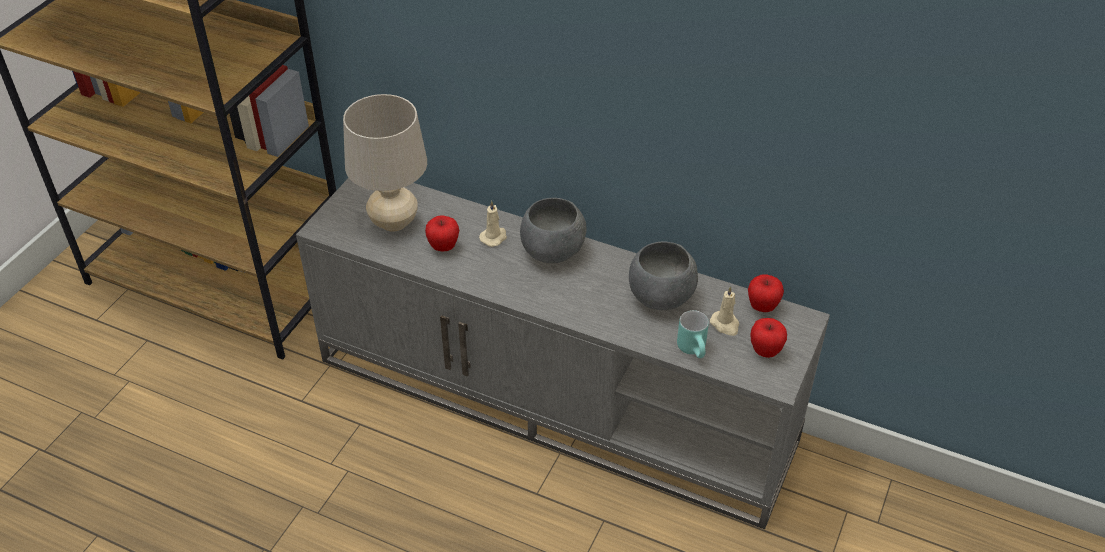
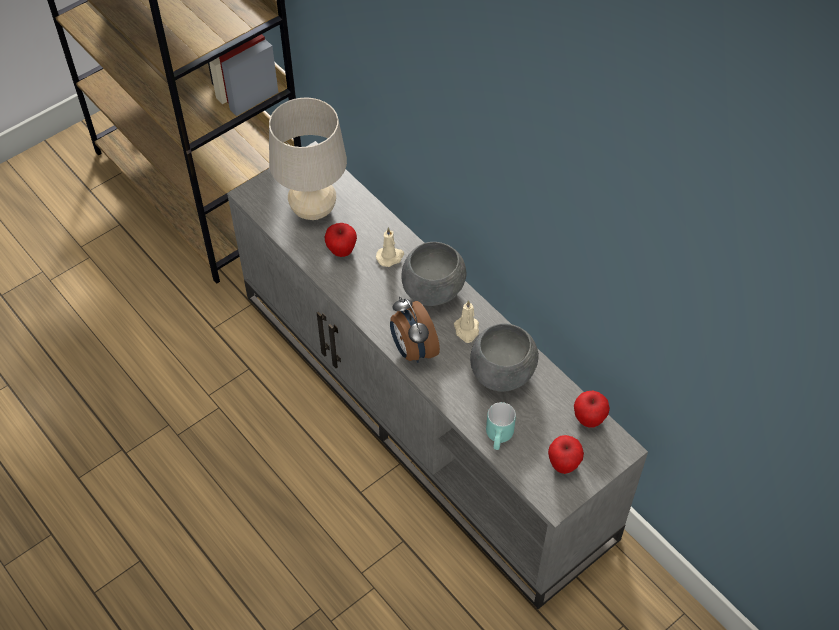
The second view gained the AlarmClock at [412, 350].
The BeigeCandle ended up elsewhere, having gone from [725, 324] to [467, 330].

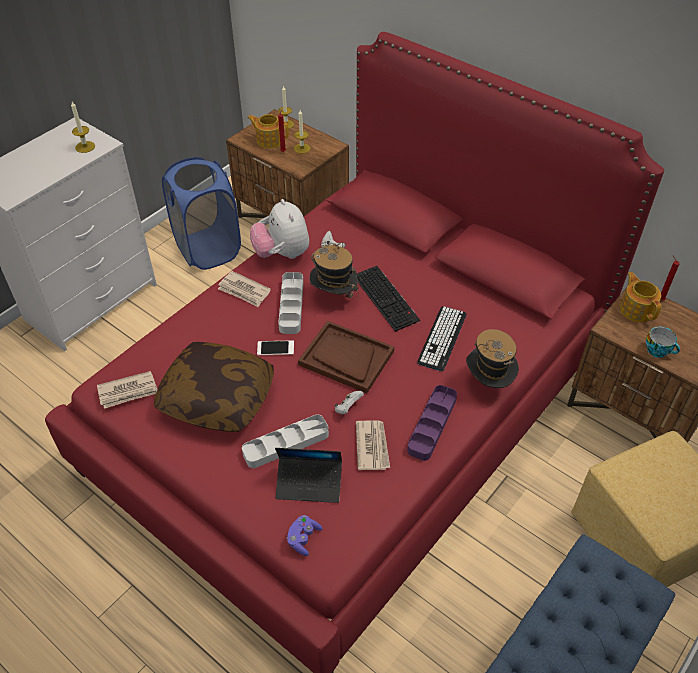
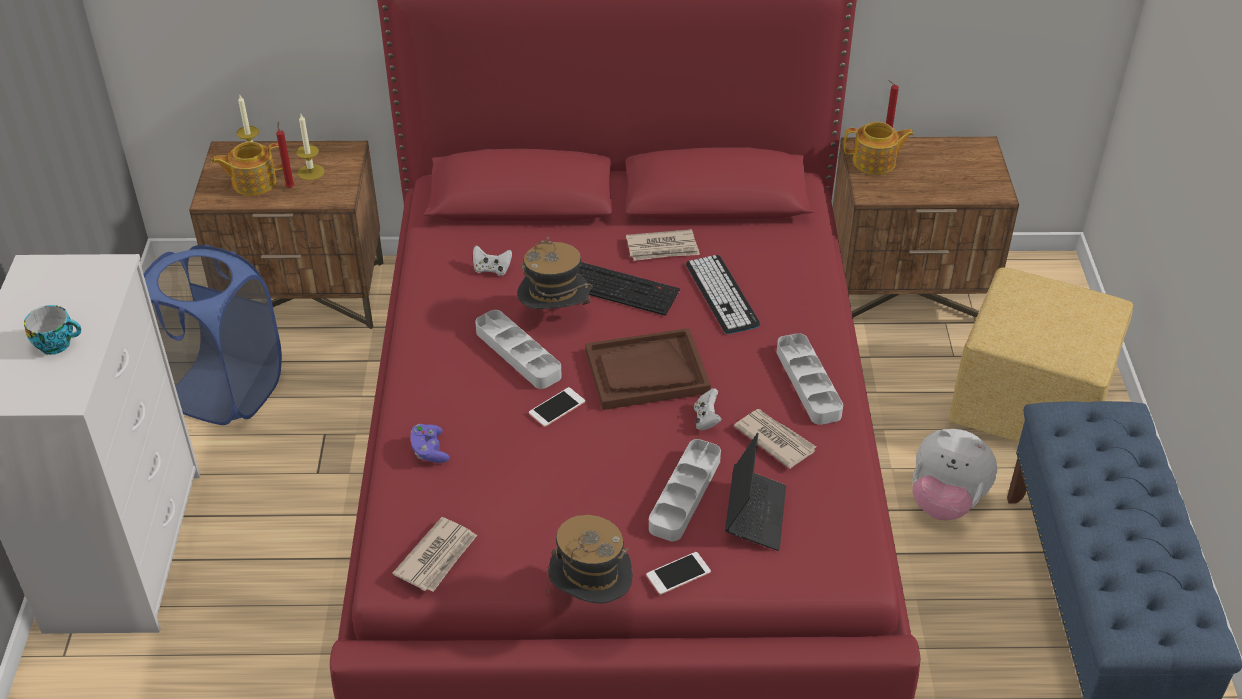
The second view lost the Candle at [85, 147].
The second view lost the Pillow at [217, 398].
The second view gained the Phone at [678, 574].
The Newspaper ended up elsewhere, having gone from [244, 291] to [663, 248].
The PlushToy ended up elsewhere, having gone from [282, 254] to [945, 502].
The PurpleGameController ended up elsewhere, having gone from [303, 538] to [429, 451].
The Hat ended up elsewhere, having gone from [488, 383] to [590, 598].
The Cup ended up elsewhere, having gone from [658, 350] to [57, 343].
What was the PurpleTray at [432, 425] turned into the GreyTray at [808, 383].
The Laptop at [309, 483] ended up facing another way, 45 degrees counterclockwise from before.
The Teapot at [636, 309] ended up facing another way, 150 degrees clockwise from before.

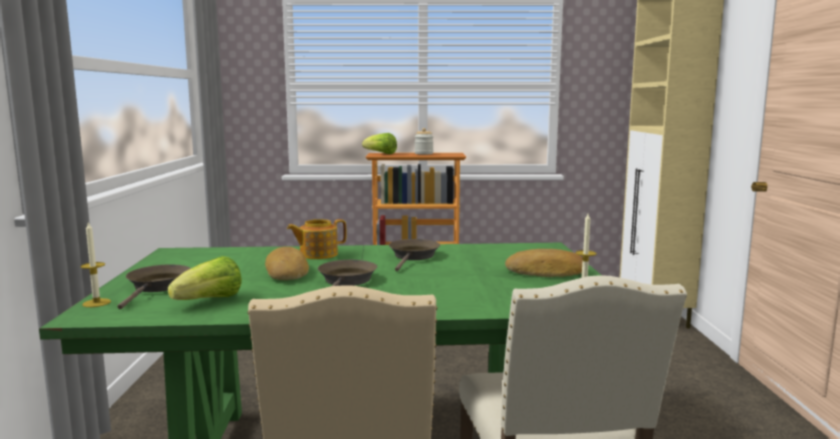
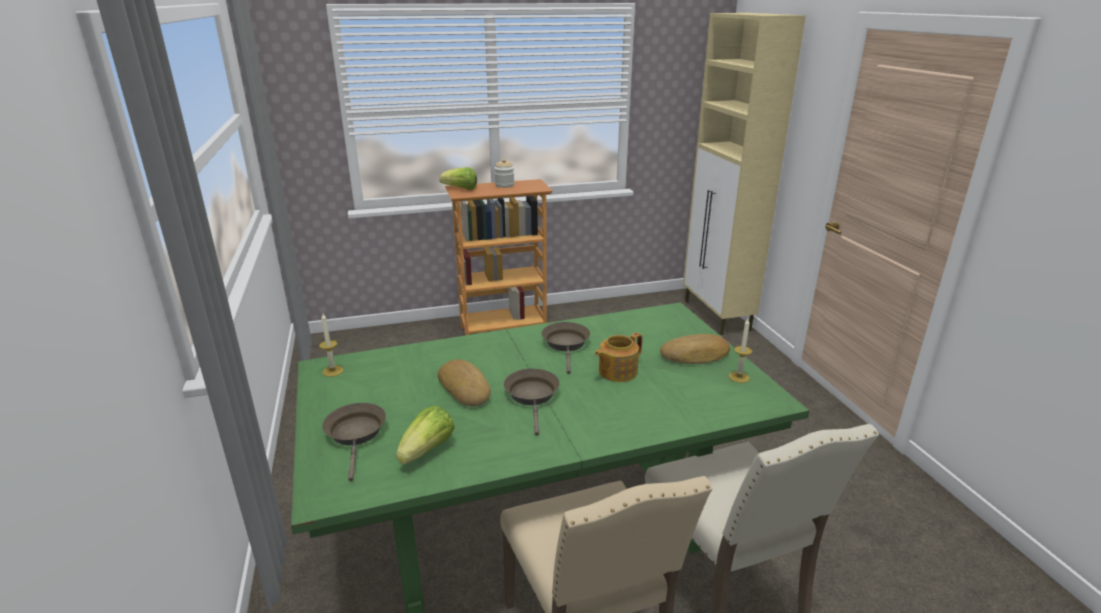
The Candle ended up elsewhere, having gone from [96, 303] to [333, 371].
The Teapot ended up elsewhere, having gone from [317, 254] to [616, 371].

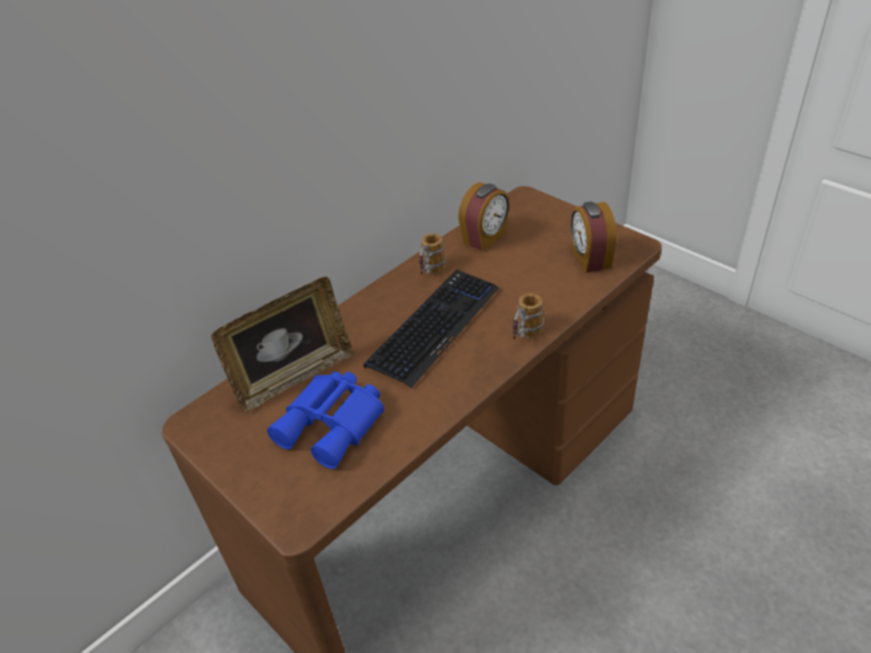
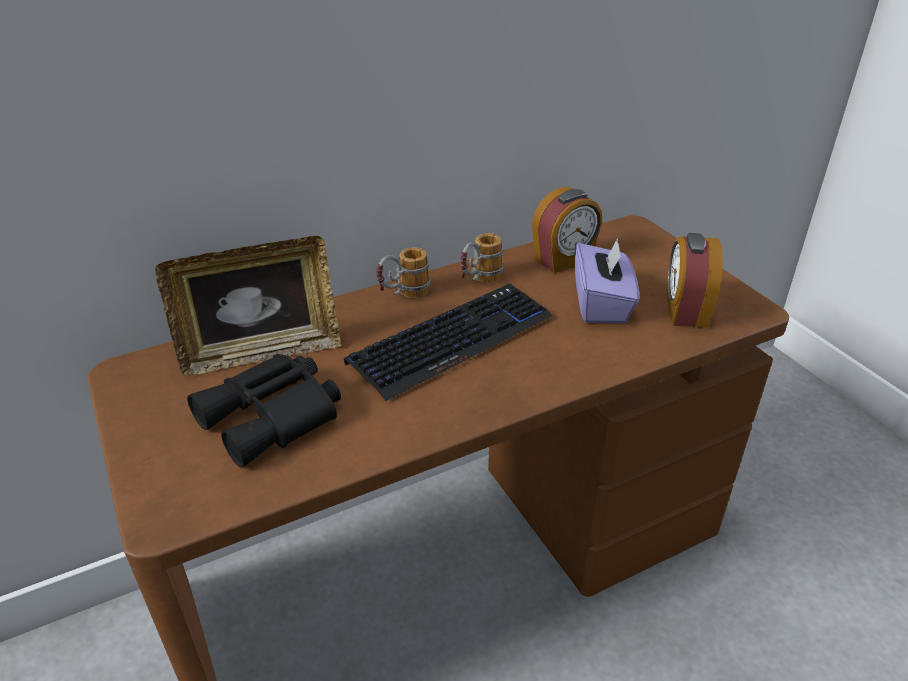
The second view gained the PurpleTissueBox at [602, 304].
The Mug ended up elsewhere, having gone from [524, 336] to [403, 296].
What was the BlueBinoculars at [334, 424] turned into the BlackBinoculars at [274, 417].

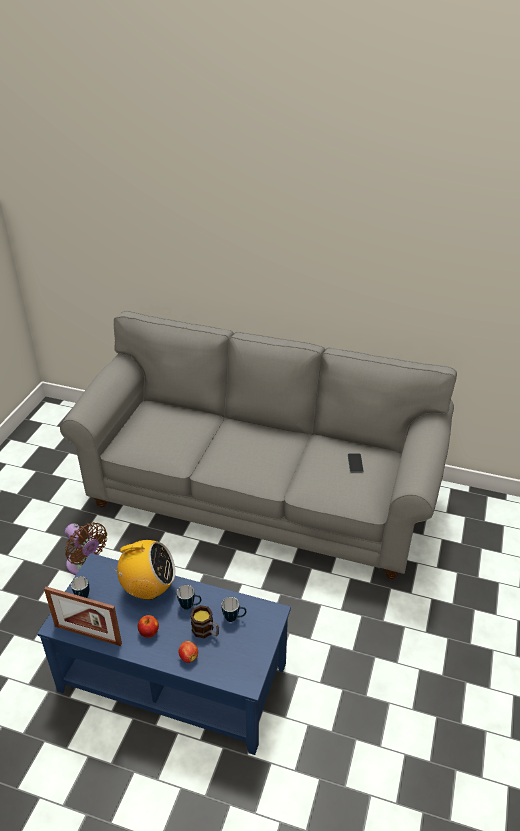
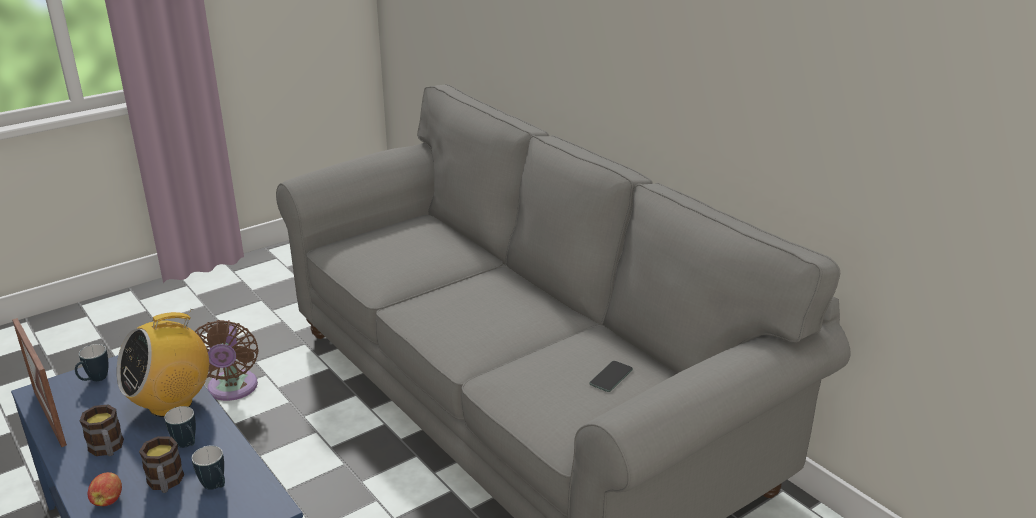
Where the Apple stood at [149, 632], the Mug came to stand at [107, 449].
The Radio at [148, 589] ended up facing another way, 105 degrees clockwise from before.

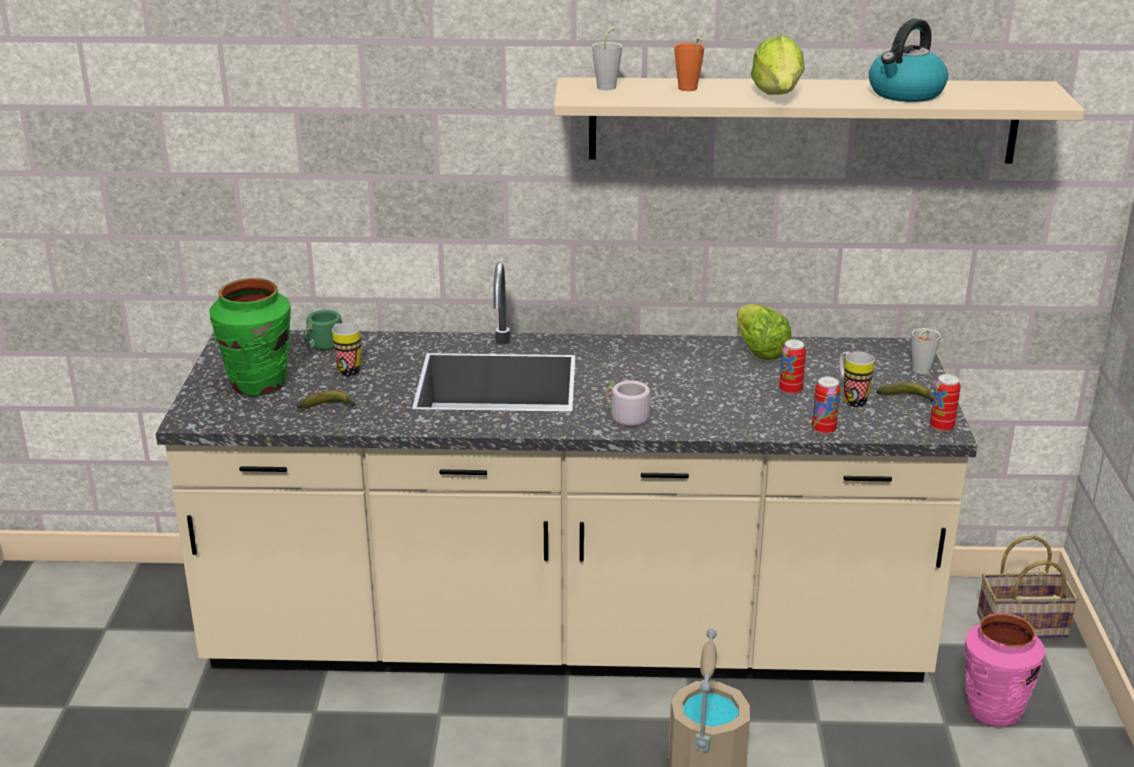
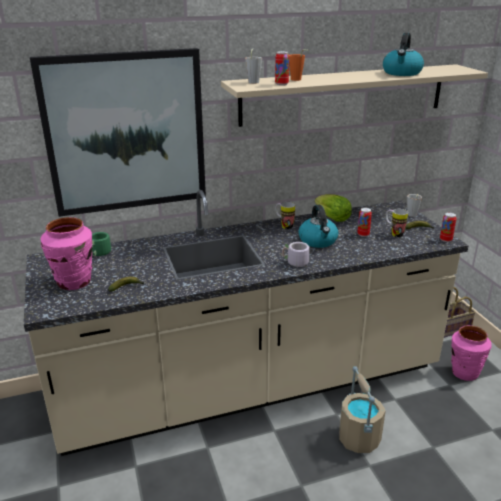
The second view lost the Lettuce at [778, 94].
The second view gained the Picture at [126, 133].
The second view gained the Kettle at [318, 241].
The Mug ended up elsewhere, having gone from [346, 369] to [284, 226].
The Can ended up elsewhere, having gone from [823, 430] to [281, 84].
What was the GreenVase at [259, 384] turned into the PinkVase at [74, 282].

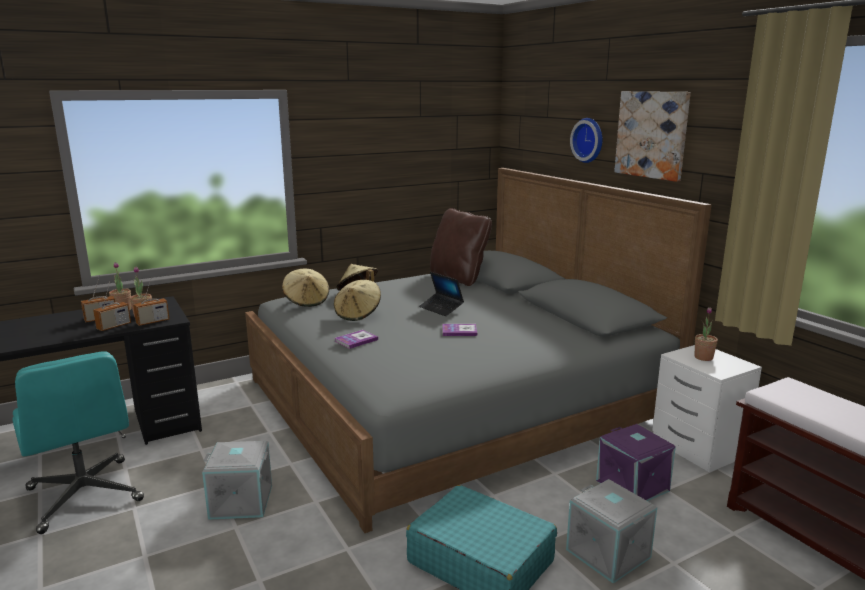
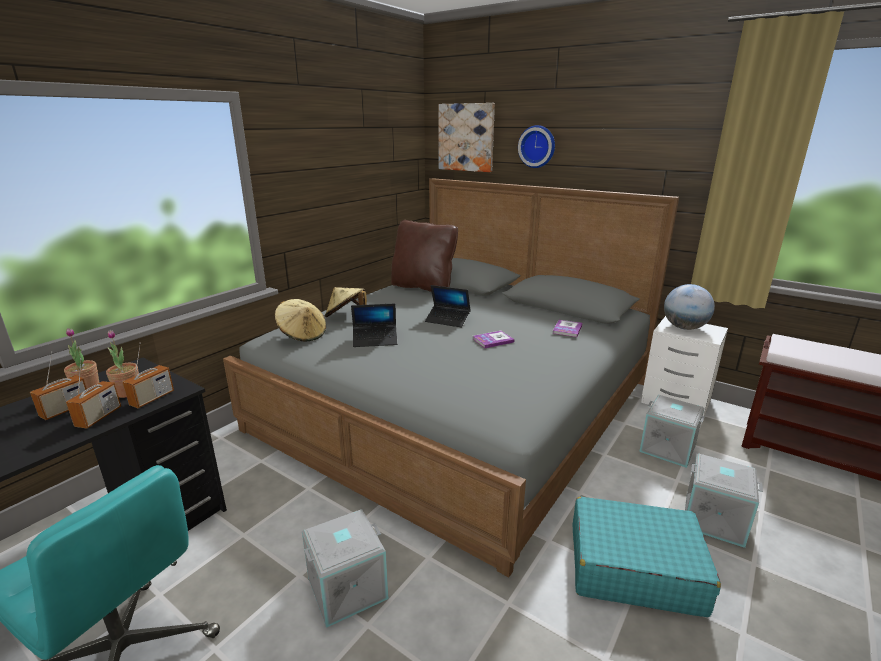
The Book ended up elsewhere, having gone from [356, 340] to [567, 329].
The Picture ended up elsewhere, having gone from [652, 134] to [466, 137].
Where the BeigeHat stood at [358, 314], the Laptop came to stand at [375, 340].
Where the PottedPlant stood at [703, 357], the Globe came to stand at [684, 328].
What was the PurpleStorageBox at [633, 485] turned into the GreyStorageBox at [668, 448].

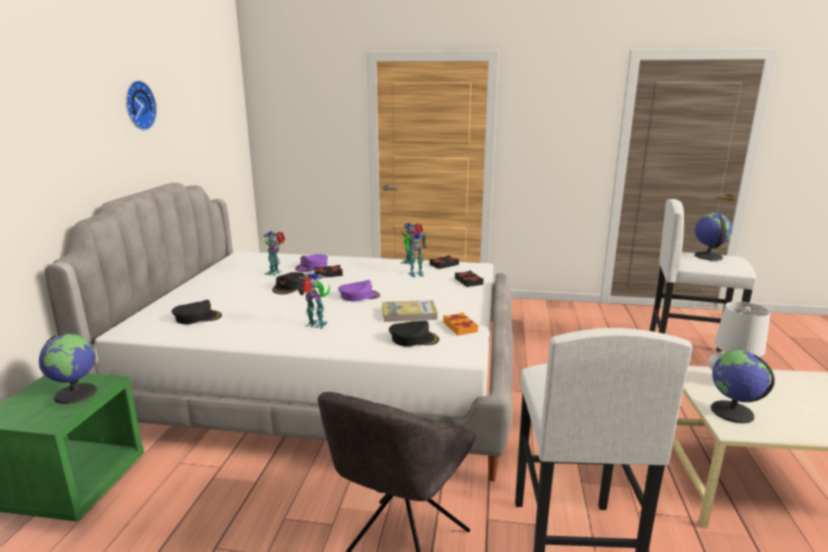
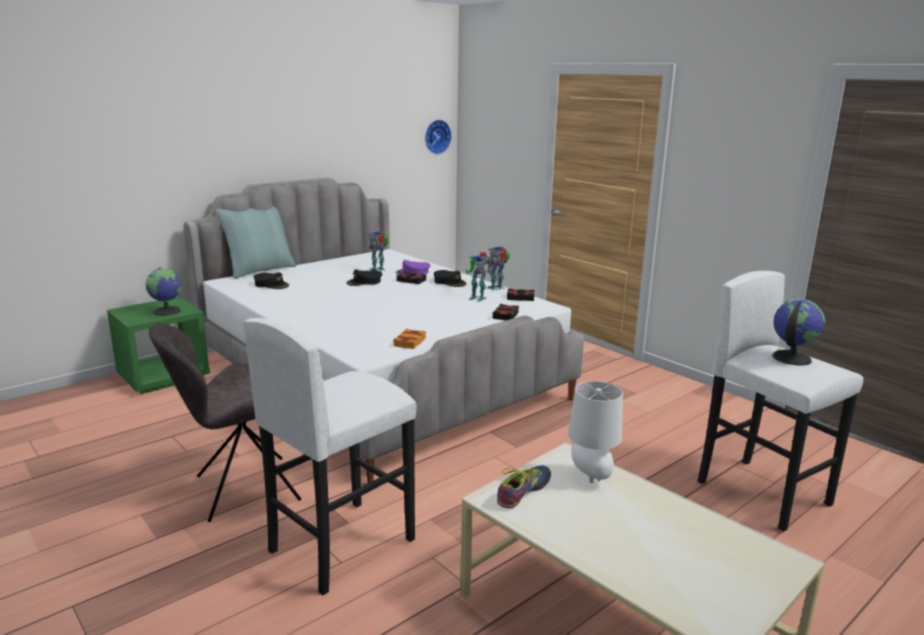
The second view lost the ToyRobot at [316, 325].
The second view lost the PurpleCap at [359, 296].
The second view lost the Book at [409, 314].
The second view gained the Pillow at [259, 270].
The WallClock ended up elsewhere, having gone from [138, 105] to [436, 136].
The BlackCap ended up elsewhere, having gone from [414, 339] to [449, 282].
Where the Globe stood at [732, 412], the Shoe came to stand at [523, 491].

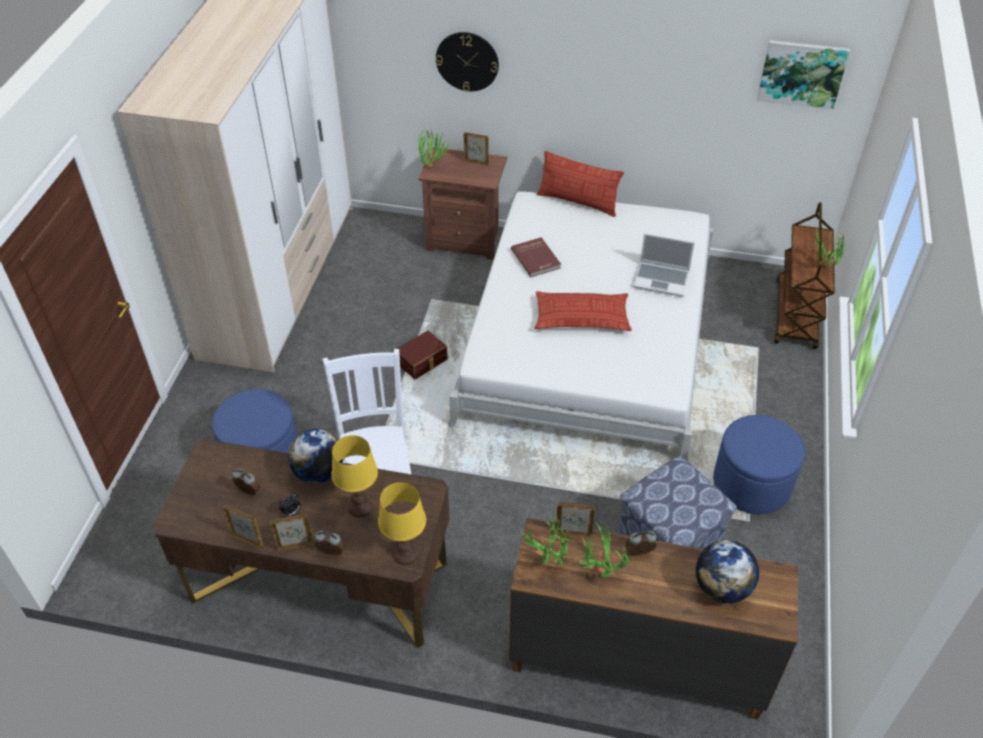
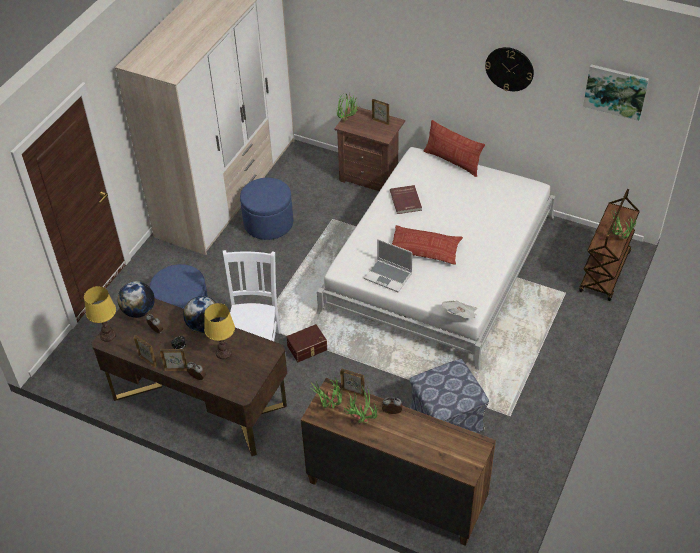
The second view gained the Newspaper at [460, 315].
The YellowTableLamp ended up elsewhere, having gone from [405, 554] to [108, 335].
The BrownStorageBox ended up elsewhere, having gone from [422, 362] to [307, 348].
The WallClock ended up elsewhere, having gone from [467, 61] to [509, 69].
The Laptop ended up elsewhere, having gone from [662, 280] to [389, 276].
The Globe ended up elsewhere, having gone from [722, 587] to [139, 311].
The BlueOttoman ended up elsewhere, having gone from [751, 484] to [268, 223].

